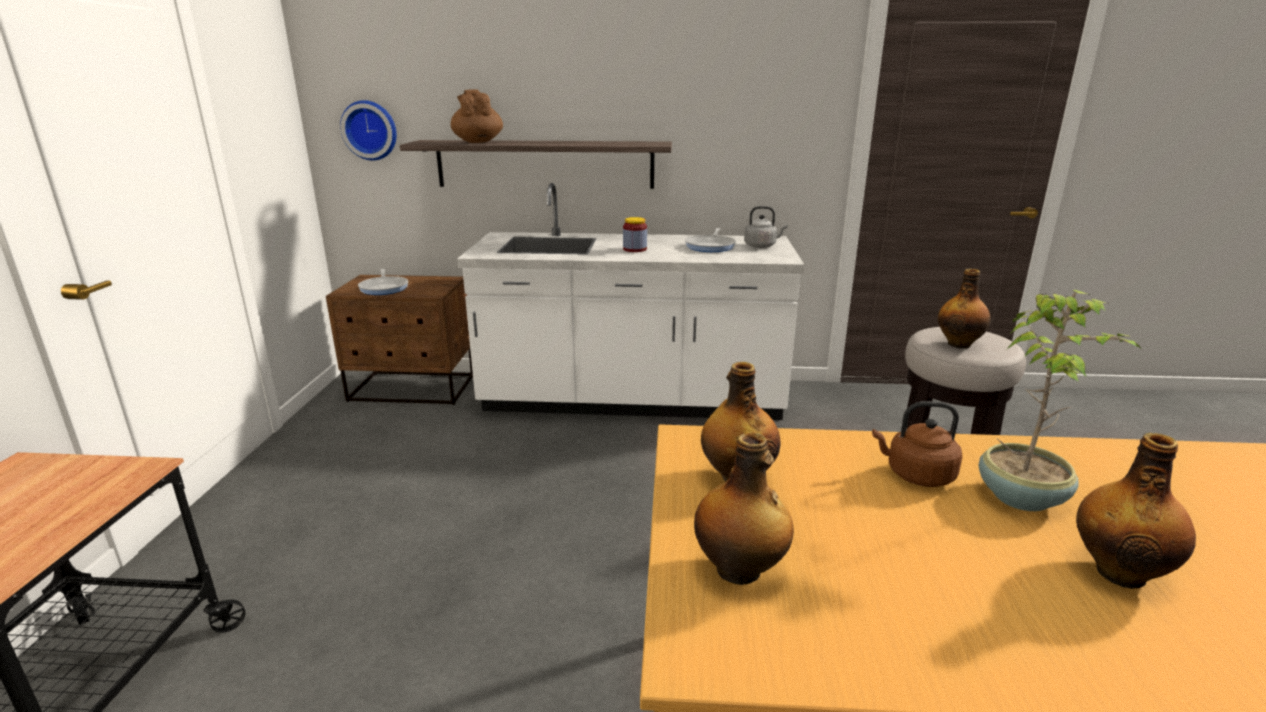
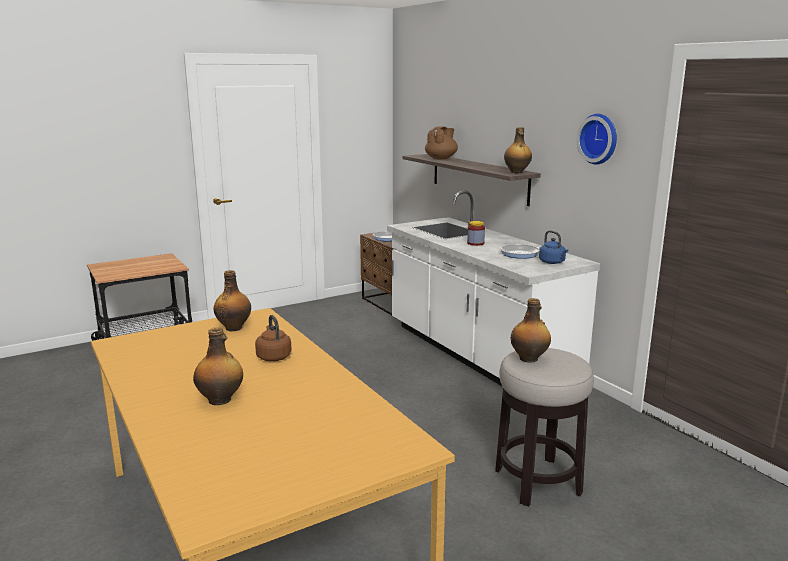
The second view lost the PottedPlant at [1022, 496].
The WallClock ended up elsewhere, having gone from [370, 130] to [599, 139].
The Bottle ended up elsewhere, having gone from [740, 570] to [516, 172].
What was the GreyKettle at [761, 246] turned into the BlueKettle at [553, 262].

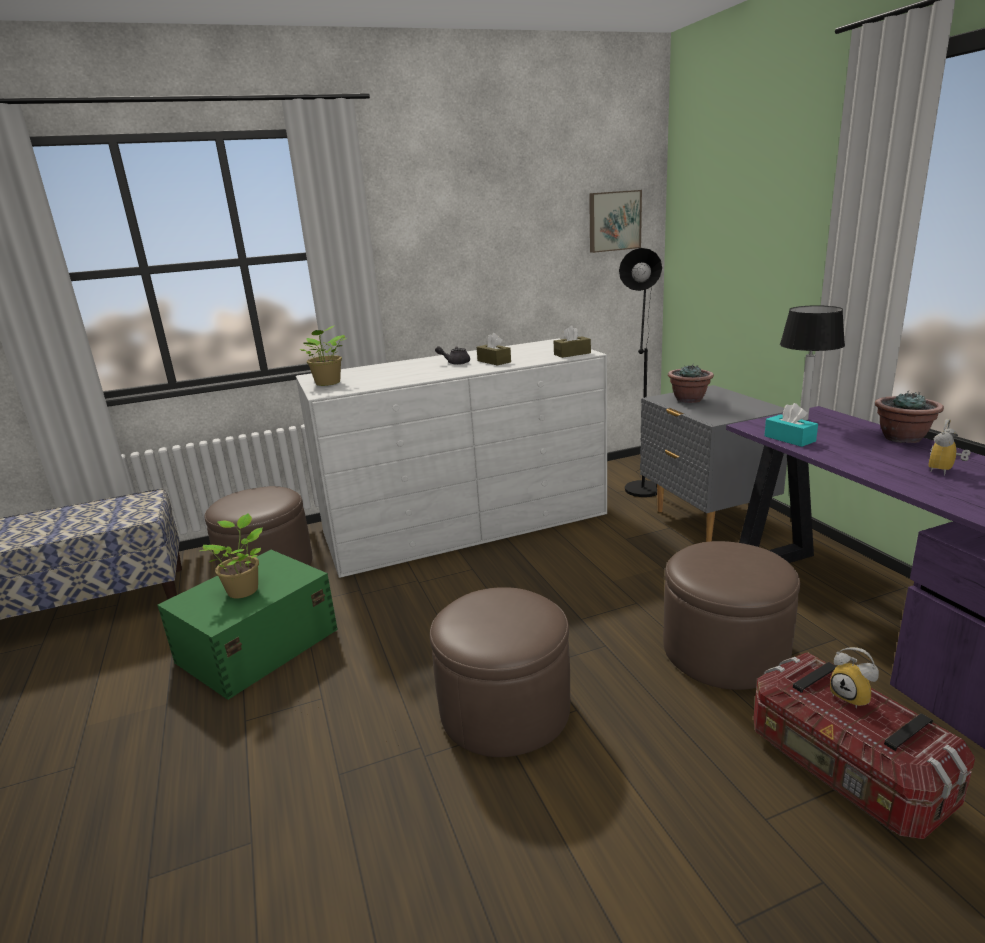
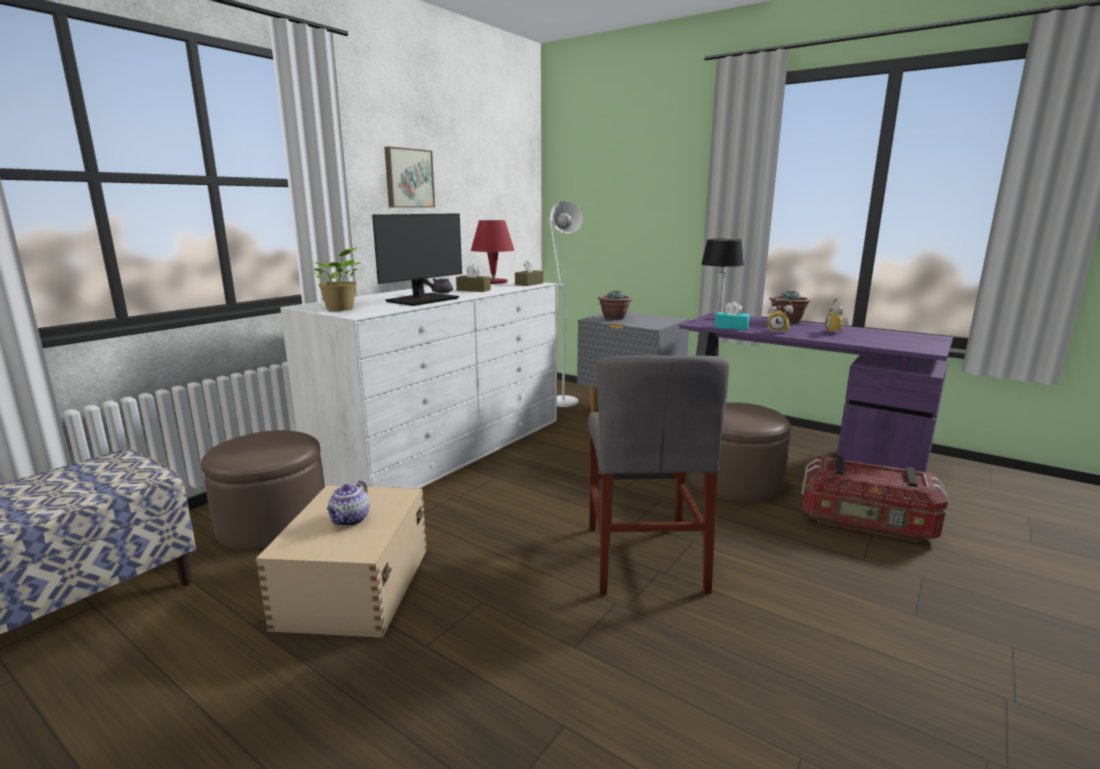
The second view gained the Monitor at [422, 300].
The second view gained the RedTableLamp at [493, 282].
The Picture ended up elsewhere, having gone from [614, 221] to [408, 178].
The AlarmClock ended up elsewhere, having gone from [853, 697] to [778, 331].
Where the PottedPlant stood at [244, 589], the Teapot came to stand at [350, 520].
Where the BrownOttoman stood at [504, 708], the GreyChair came to stand at [644, 557].
What was the GreenStorageBox at [256, 646] turned into the BeigeStorageBox at [353, 587].
What was the BlackFloorLamp at [642, 486] turned into the WhiteFloorLamp at [560, 400].

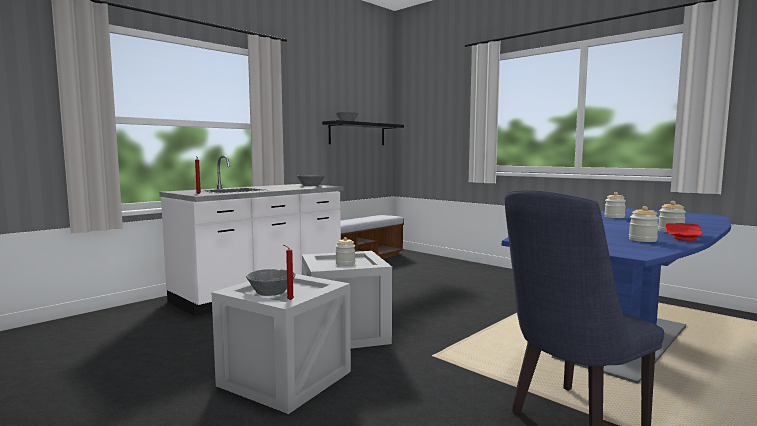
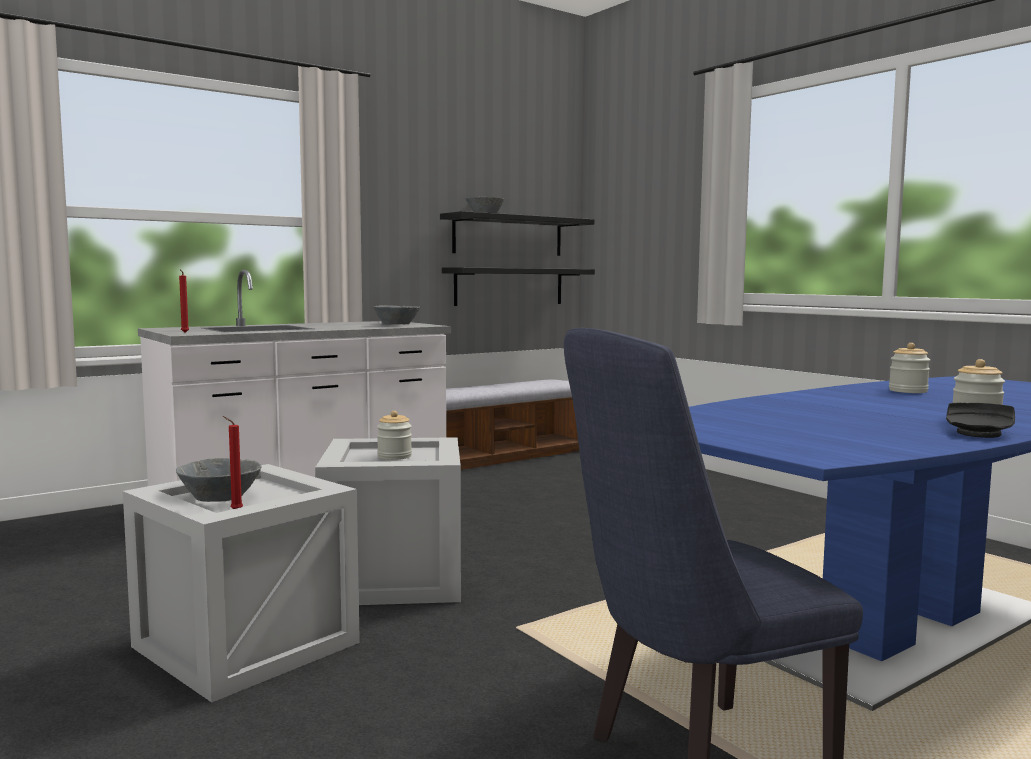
The second view lost the Jar at [642, 240].
The second view gained the BlackShelf at [509, 286].
What was the RedPlate at [684, 238] turned into the BlackPlate at [979, 433].

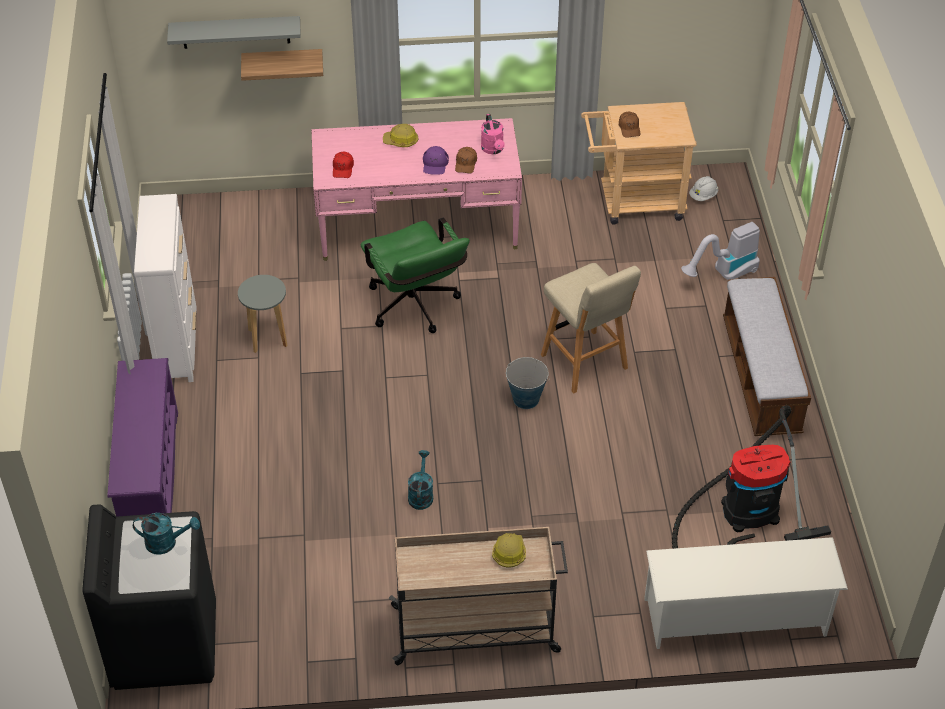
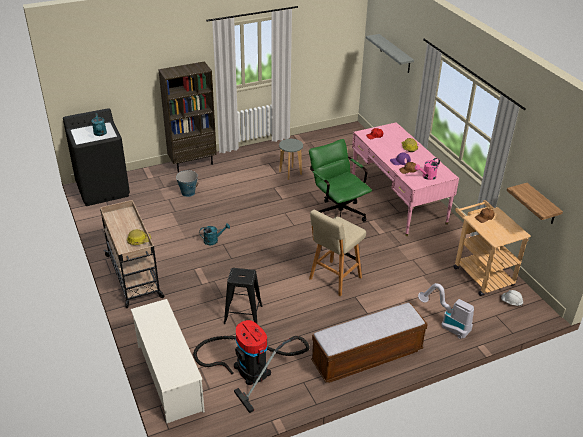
The second view lost the WhiteDresser at [177, 343].
The second view gained the BlackStool at [243, 315].
The Shelf ended up elsewhere, having gone from [283, 63] to [542, 205].
The Bucket ended up elsewhere, having gone from [526, 399] to [188, 192].
Where the PurpleShoeRack stood at [149, 476], the BrownBookcase came to stand at [193, 163].
The GreenOfficeChair at [416, 309] ended up facing another way, 105 degrees clockwise from before.

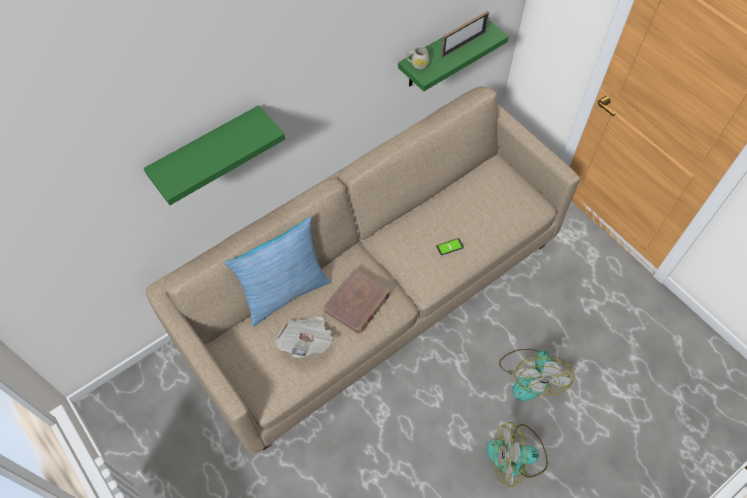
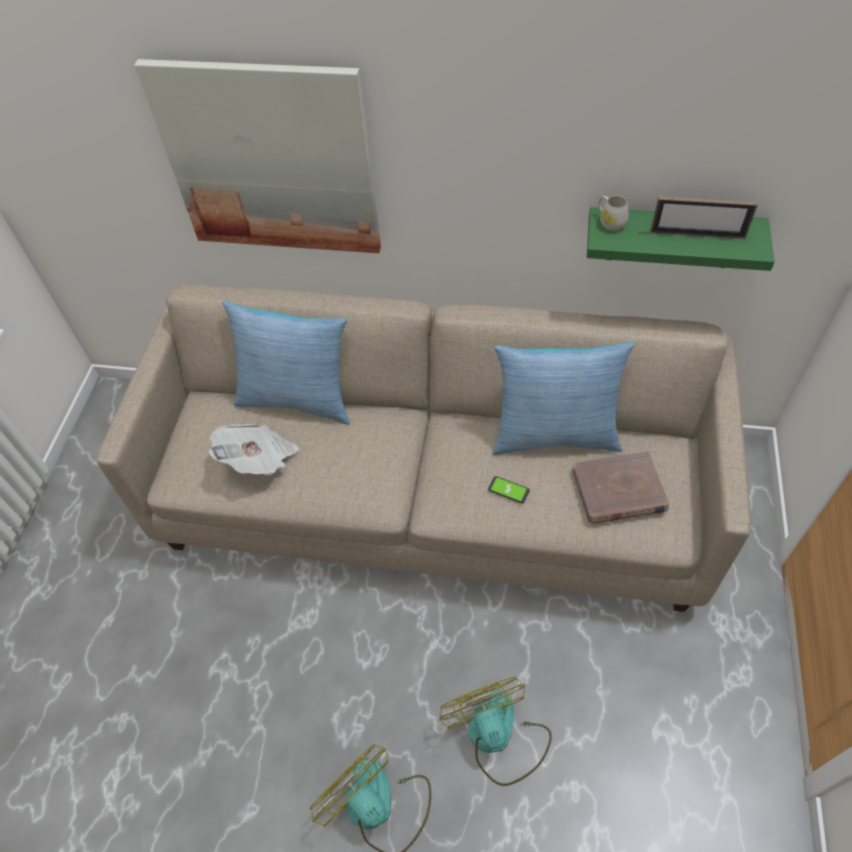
The second view gained the Pillow at [554, 434].
The BrownBook ended up elsewhere, having gone from [357, 303] to [618, 491].
Where the GreenShelf hung at [207, 151], the Picture came to hang at [270, 160].
The Fan at [530, 375] ended up facing another way, 105 degrees clockwise from before.

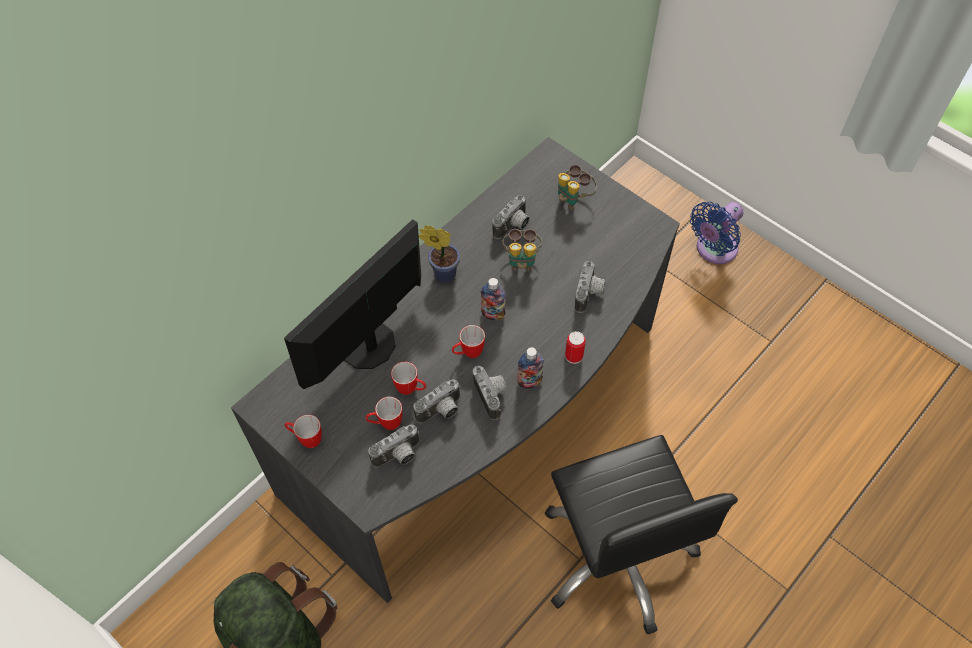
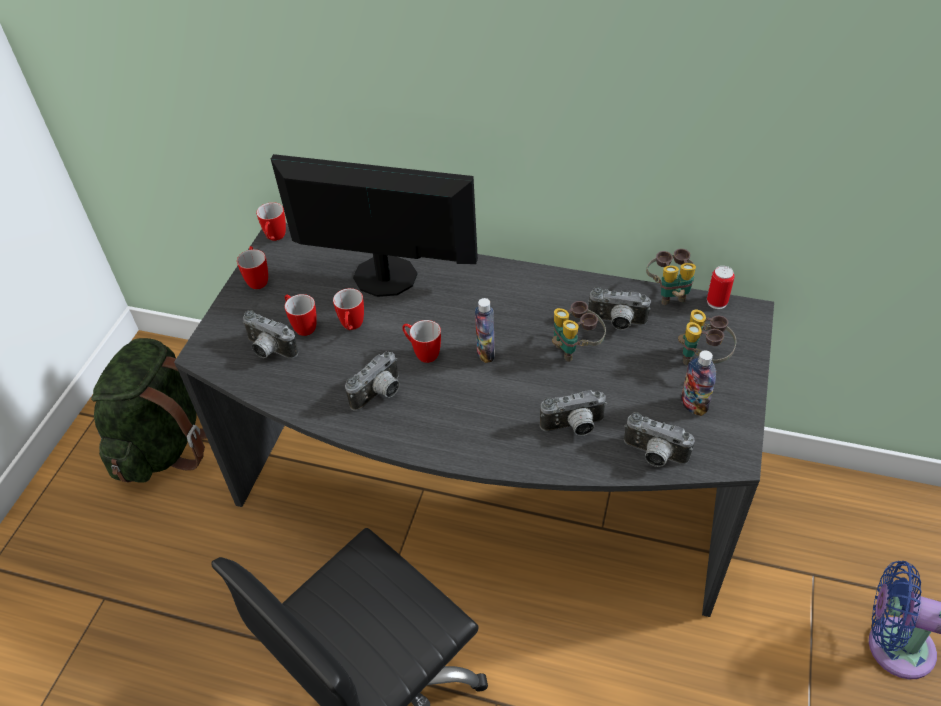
The second view lost the PottedPlant at [442, 273].
The second view gained the Mug at [275, 239].
The second view gained the Binoculars at [669, 293].
The PhotoCamera ended up elsewhere, having gone from [441, 412] to [653, 456].
The Bottle ended up elsewhere, having gone from [529, 382] to [693, 406].
The Can ended up elsewhere, having gone from [574, 356] to [717, 302].

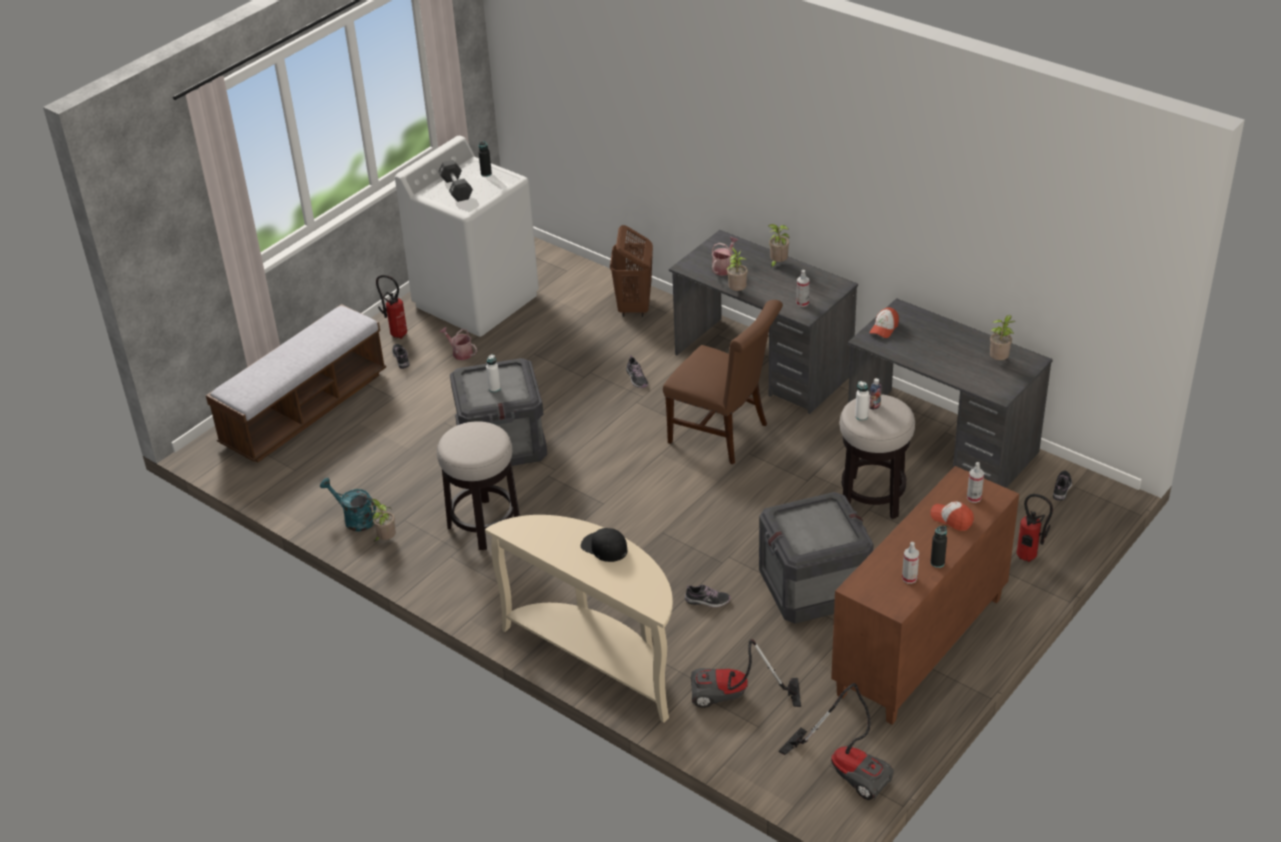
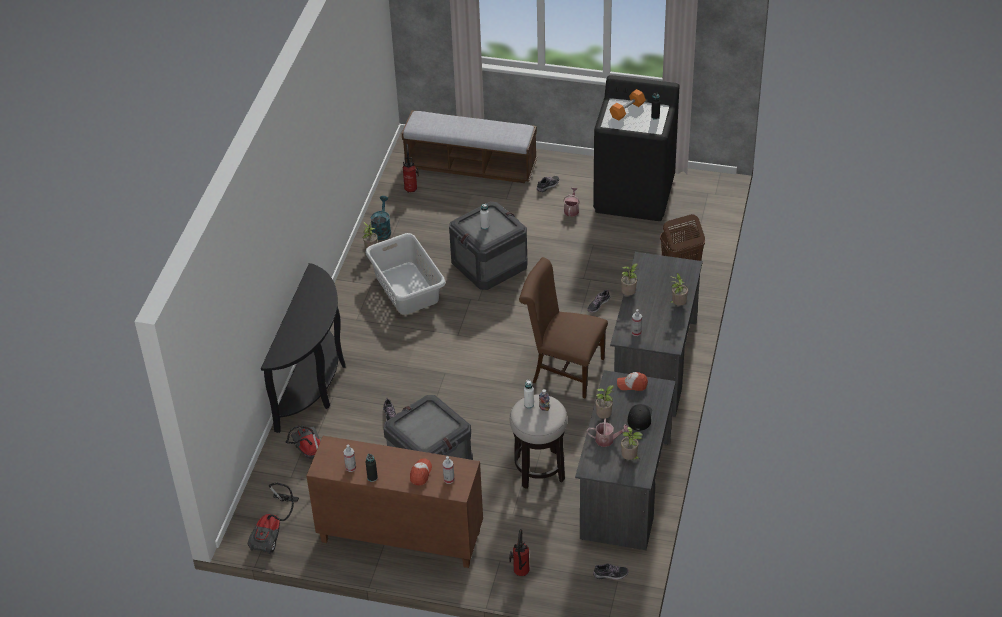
The second view gained the PottedPlant at [604, 417].
The FireExtinguisher ended up elsewhere, having gone from [397, 334] to [411, 188].
The BlackCap ended up elsewhere, having gone from [604, 547] to [639, 417].
The WateringCan ended up elsewhere, having gone from [724, 267] to [607, 440].
Where the Stool stood at [484, 525], the GreyLaundryBasket came to stand at [407, 288].
What was the WhiteWashingMachine at [477, 300] turned into the BlackWashingMachine at [634, 195].
What was the BlackDumbbell at [456, 189] turned into the OrangeDumbbell at [627, 110].
What was the BeigeConsoleTable at [599, 658] turned into the BlackConsoleTable at [315, 384].
The BrownChair at [724, 434] ended up facing another way, 105 degrees clockwise from before.

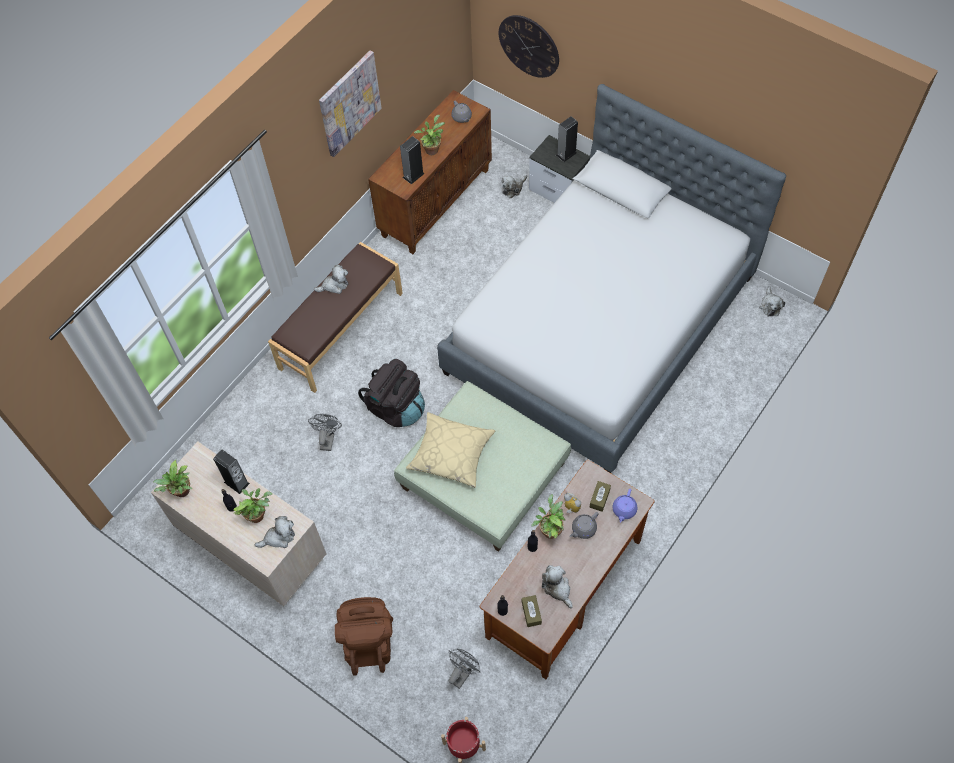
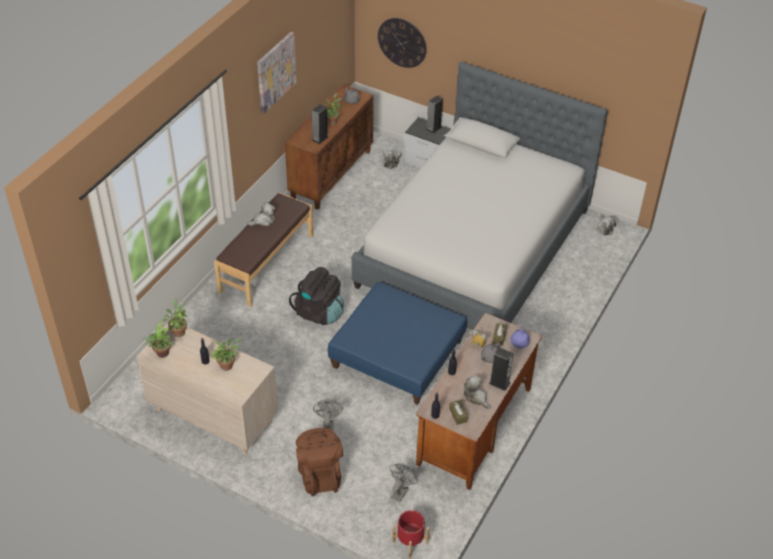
The second view lost the PlushToy at [279, 537].
The second view lost the BeigePillow at [451, 454].
The Speaker ended up elsewhere, having gone from [236, 482] to [499, 383].
The GreyFan ended up elsewhere, having gone from [327, 439] to [327, 426].
The PottedPlant ended up elsewhere, having gone from [549, 530] to [178, 331].
What was the GreenOttoman at [484, 475] turned into the BlueOttoman at [398, 354].

